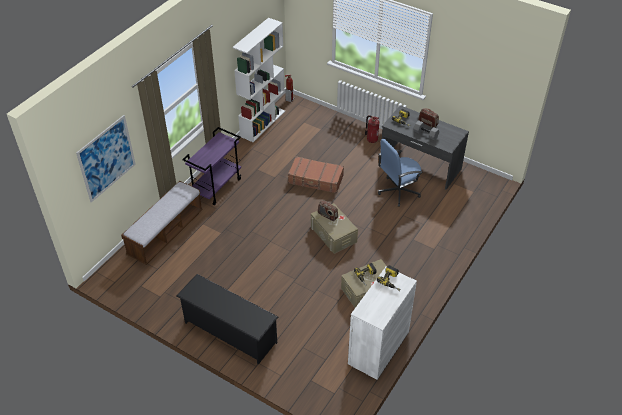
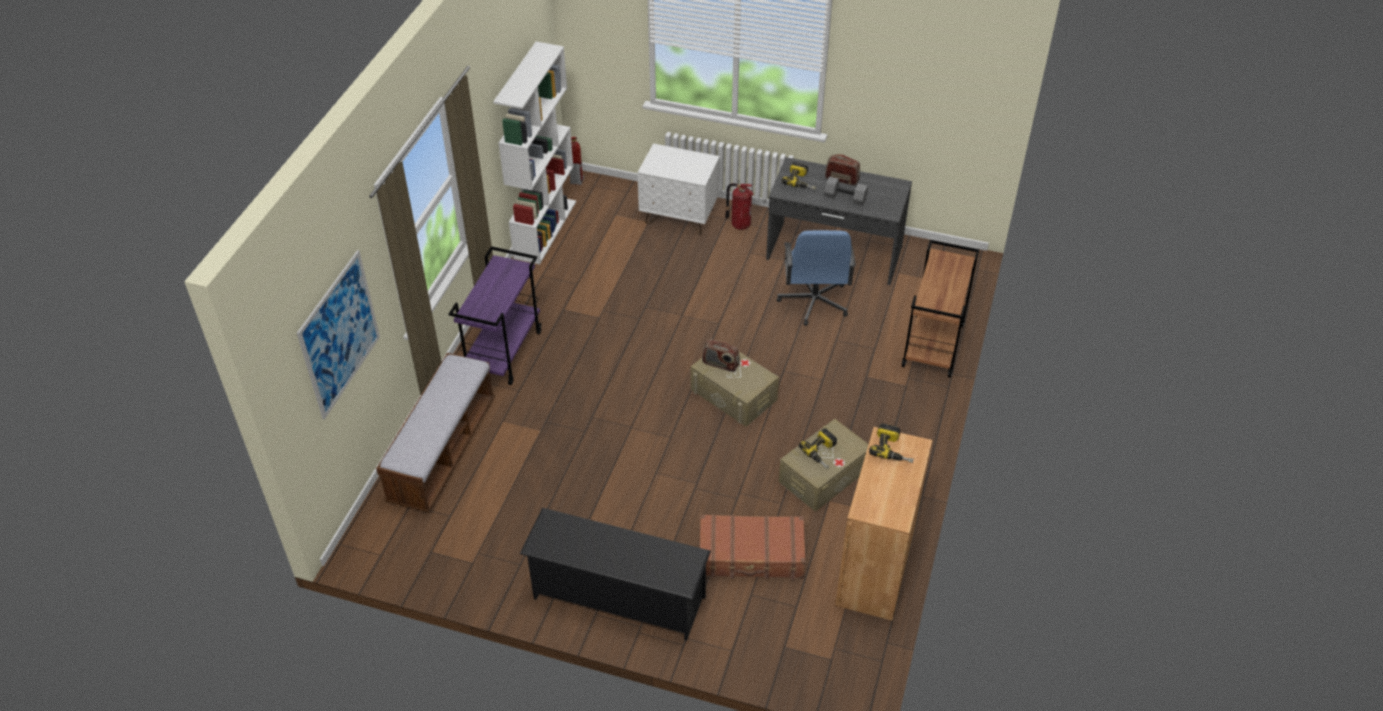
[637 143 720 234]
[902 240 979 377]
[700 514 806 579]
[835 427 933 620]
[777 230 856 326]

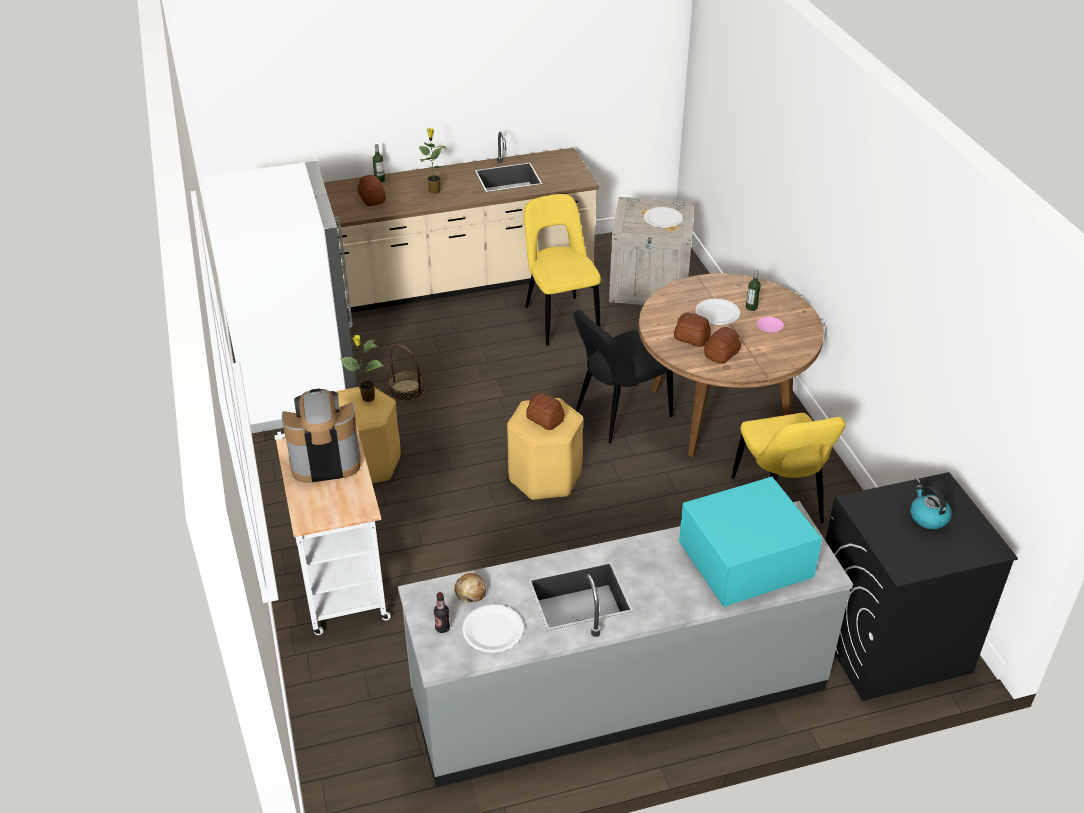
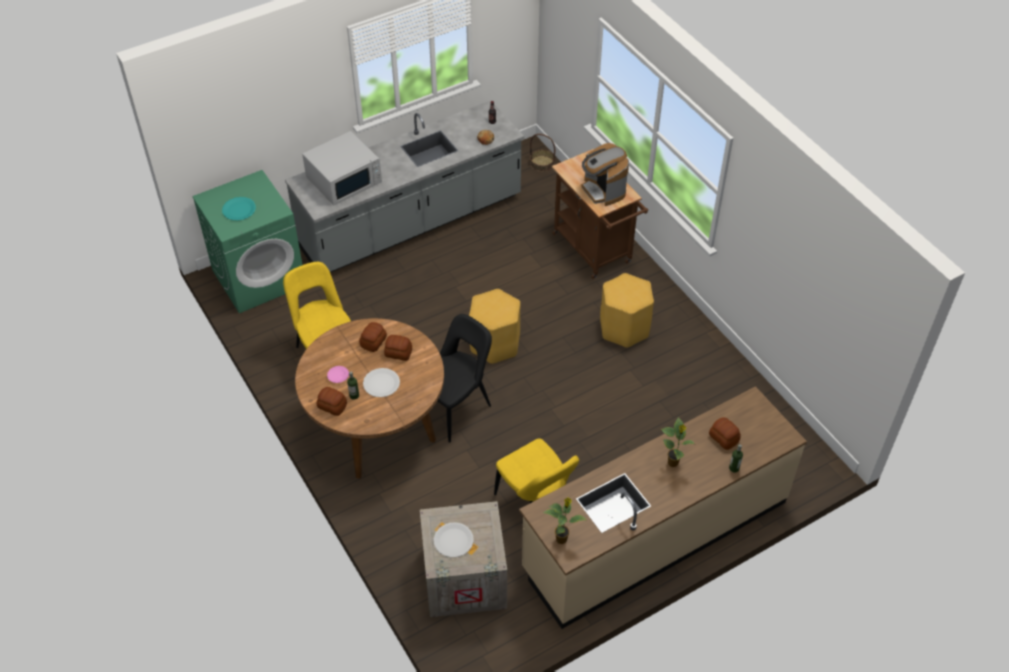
[201 161 357 433] (first image)
[462 604 524 653] (first image)
[543 497 587 544]
[530 134 555 172]
[317 387 347 416]
[222 197 256 221]
[552 149 648 279]
[302 131 382 205]
[192 170 302 313]
[581 143 629 206]

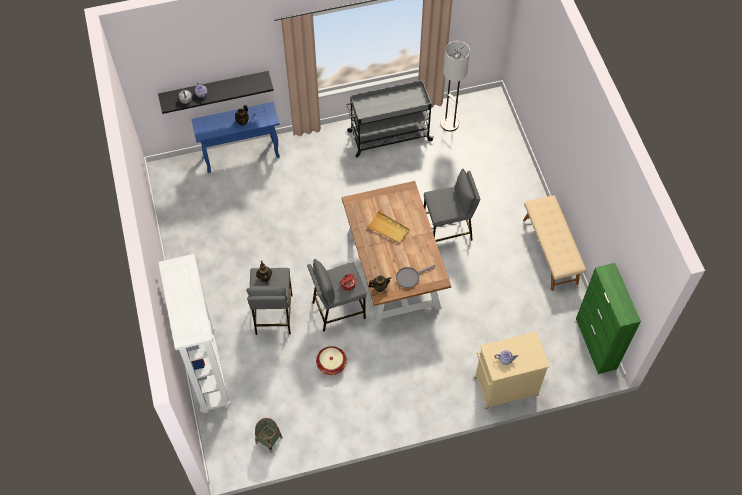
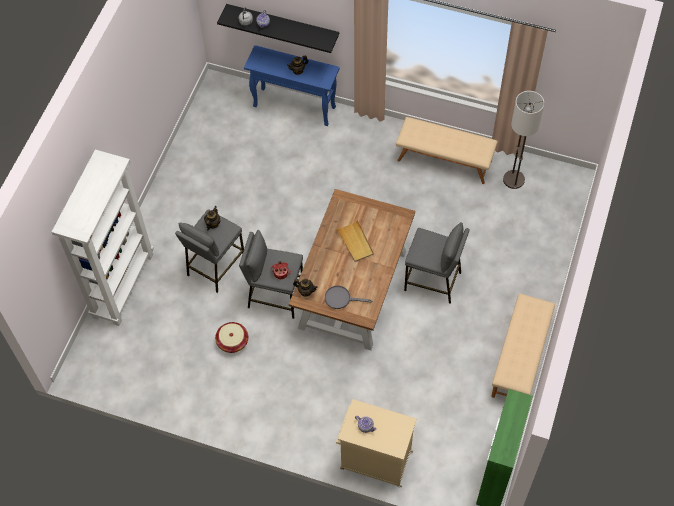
[255 418 283 453] (first image)
[396 117 498 184]

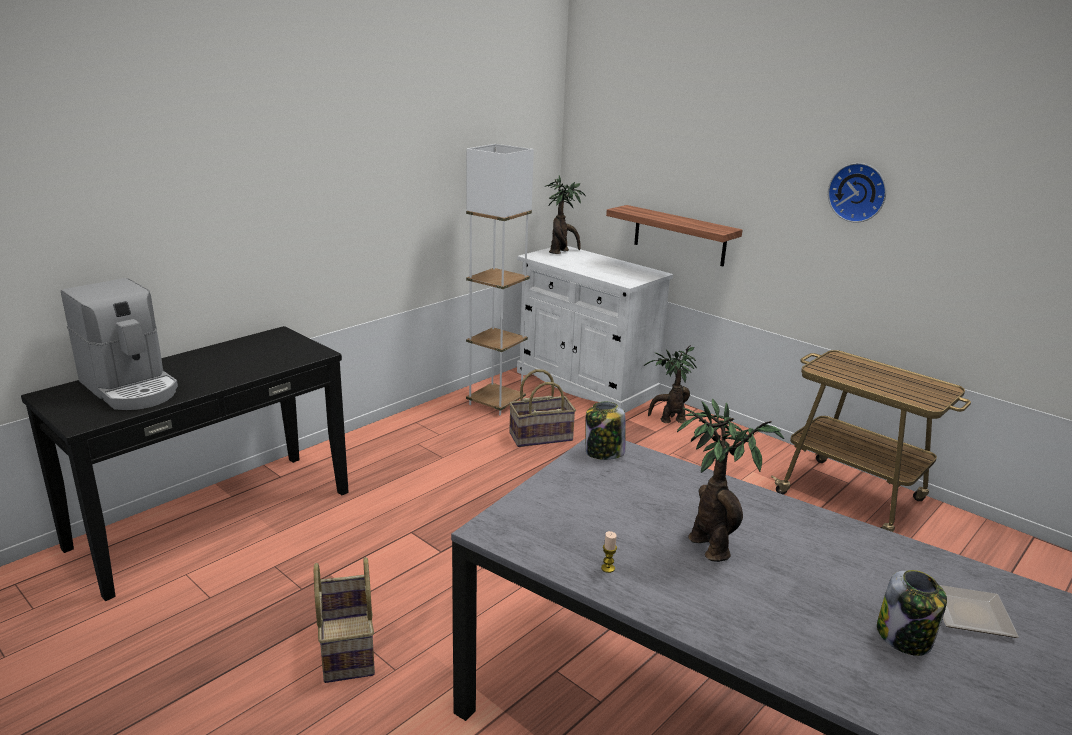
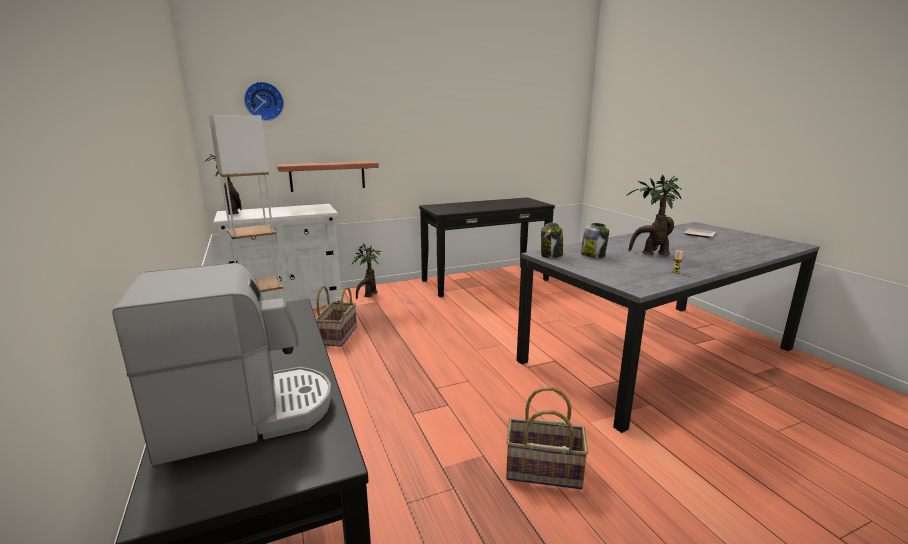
[244 82 284 121]
[580 223 609 258]
[419 197 555 297]

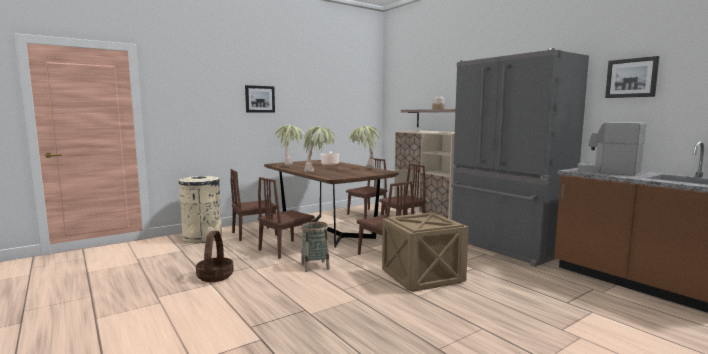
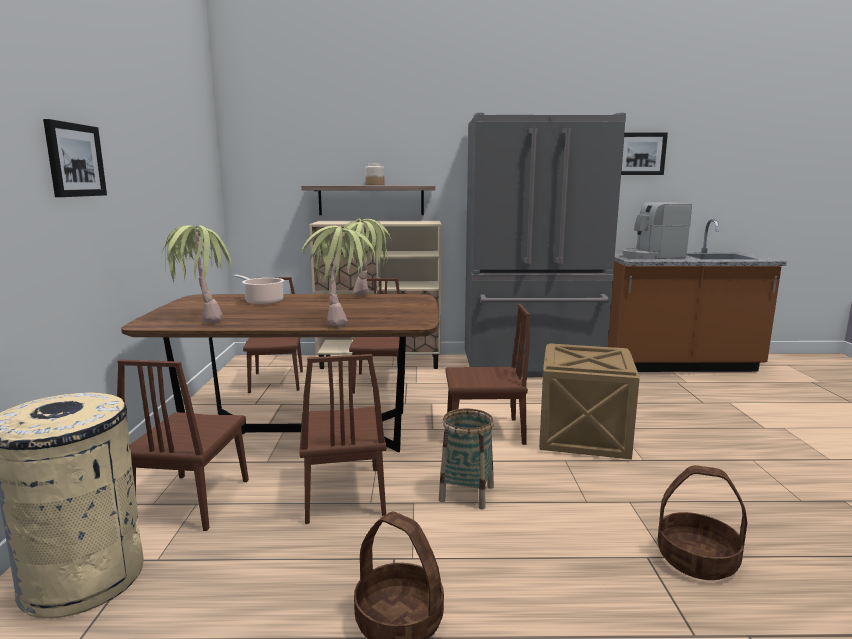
[657 465 747 580]

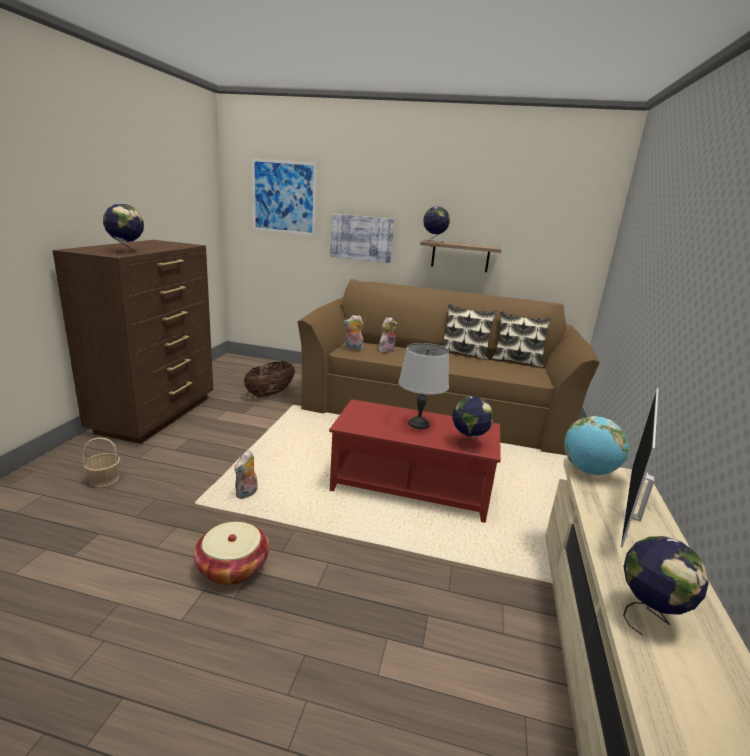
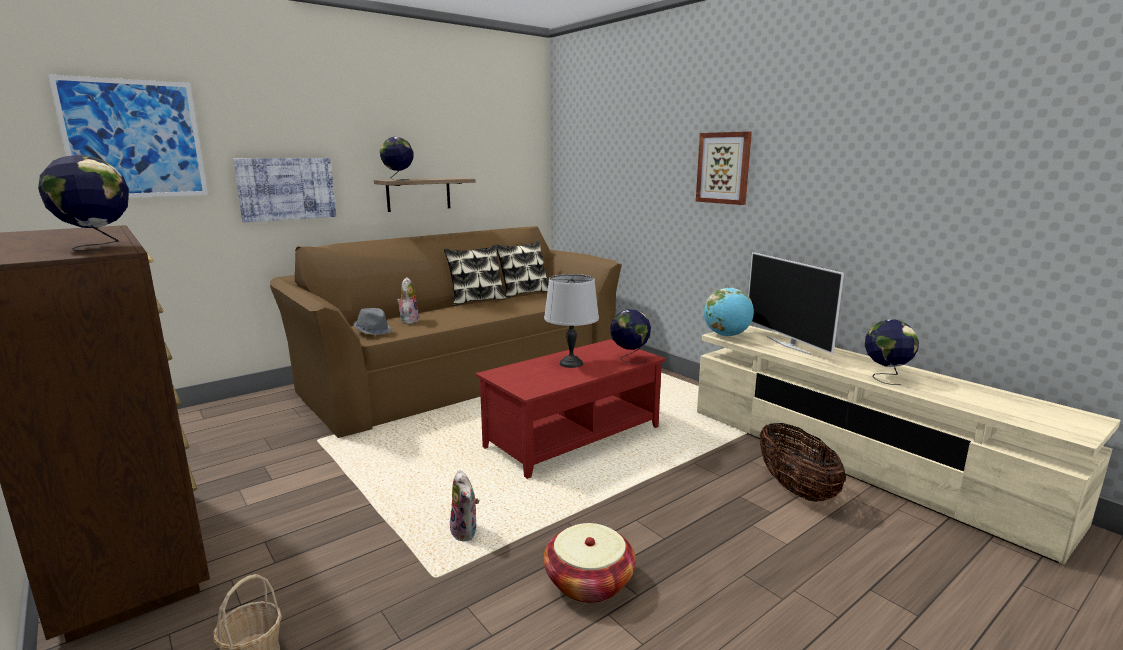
[696 132 752 205]
[760 423 846 502]
[353 308 392 335]

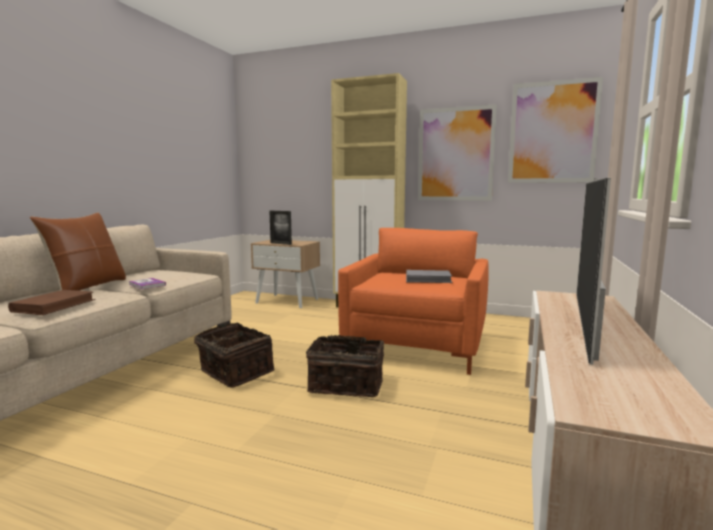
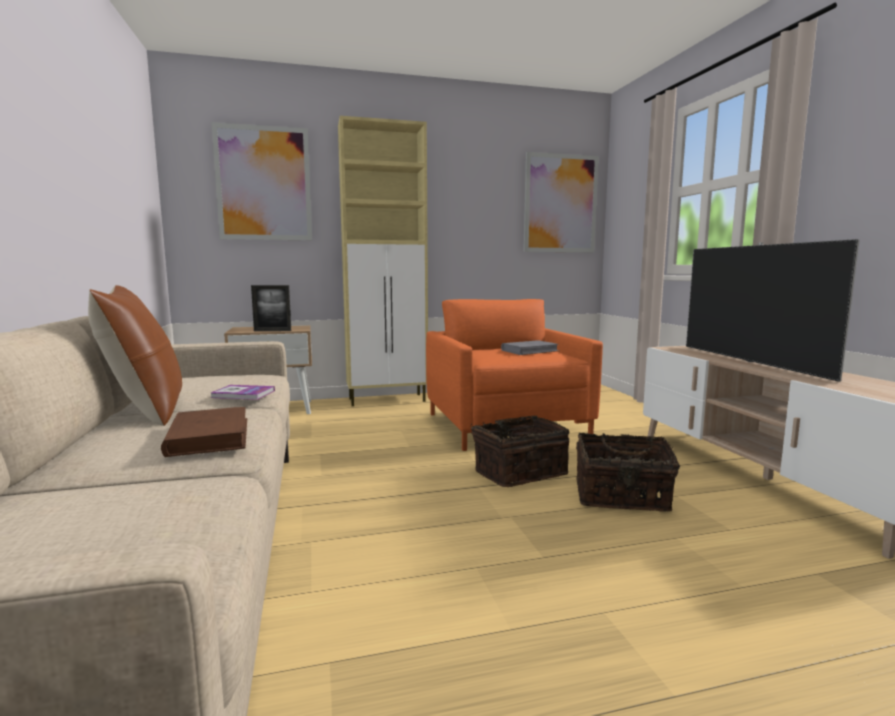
[576 432 680 512]
[211 122 312 240]

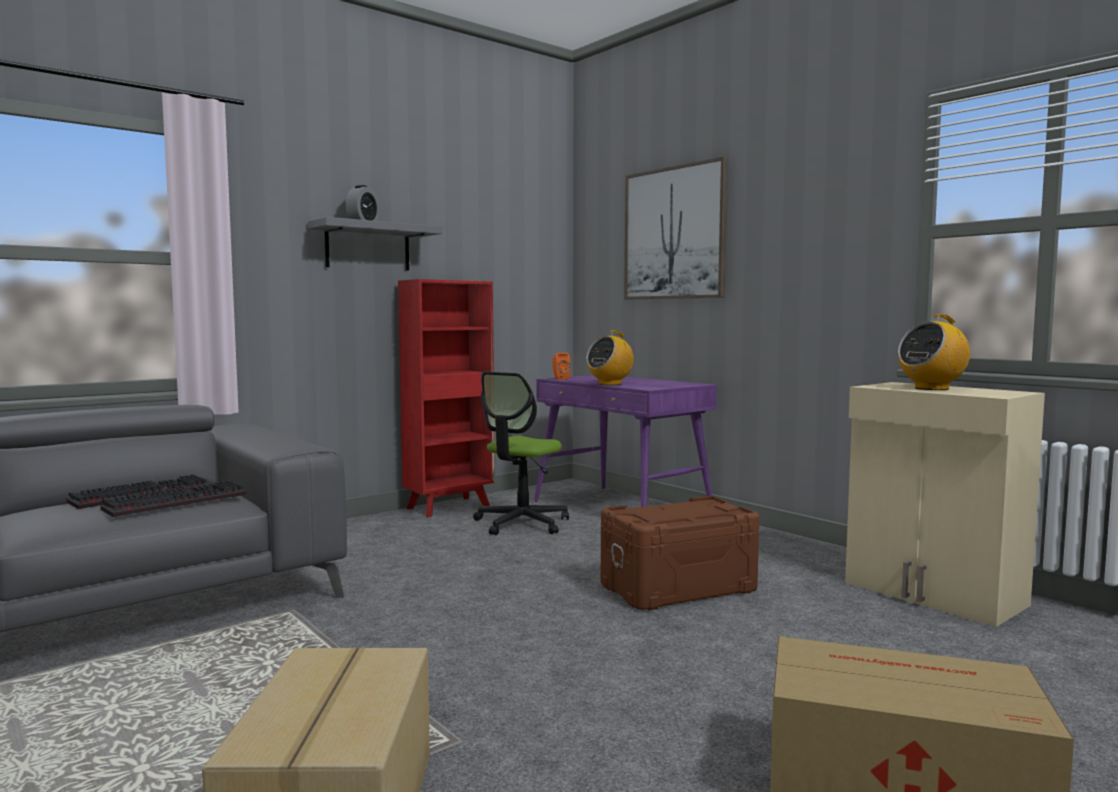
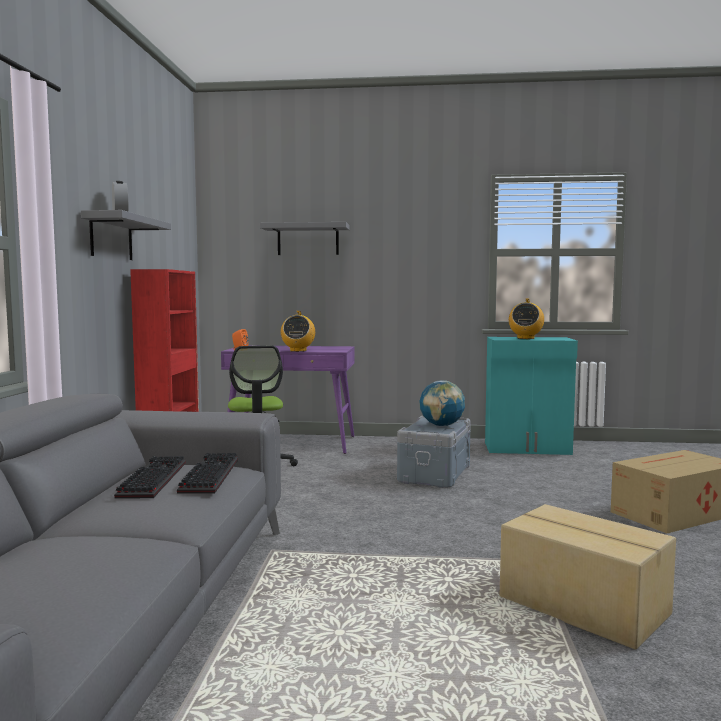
[420 380 465 426]
[260 222 350 255]
[397 415 471 488]
[485 337 578 455]

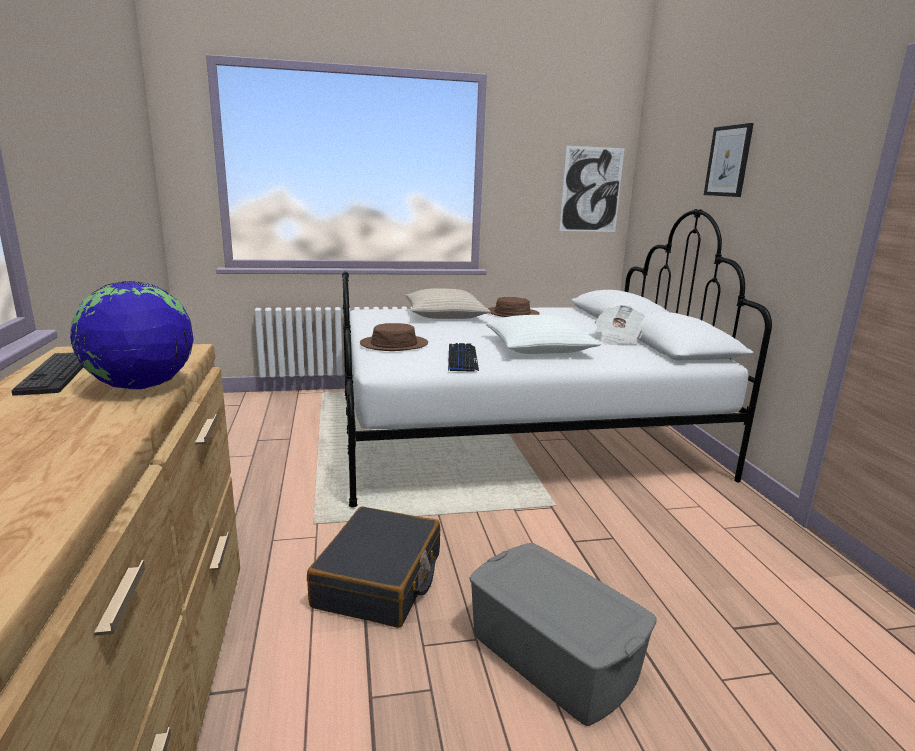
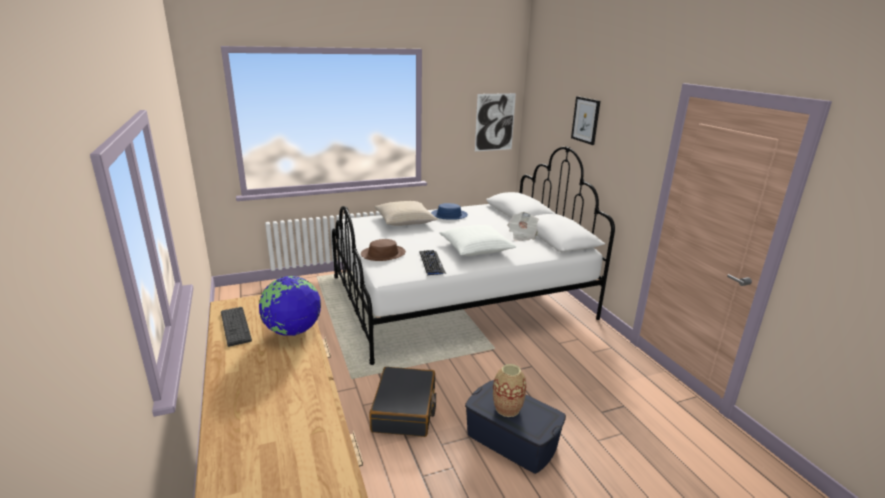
[493 364 526 417]
[465 380 566 474]
[431 203 468 220]

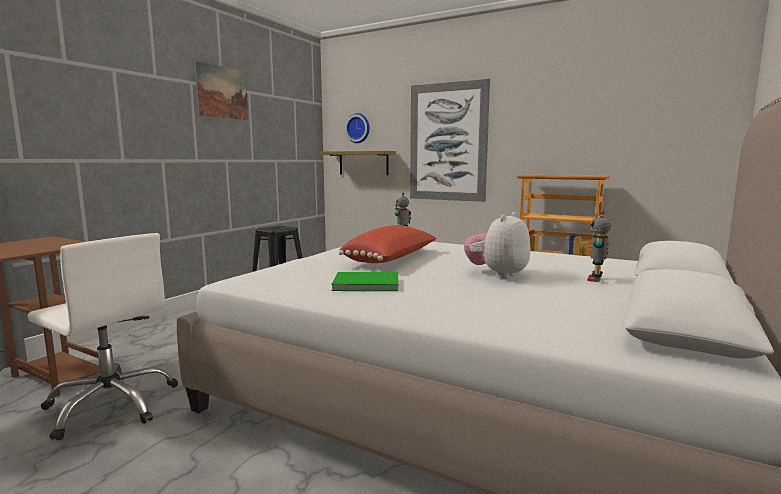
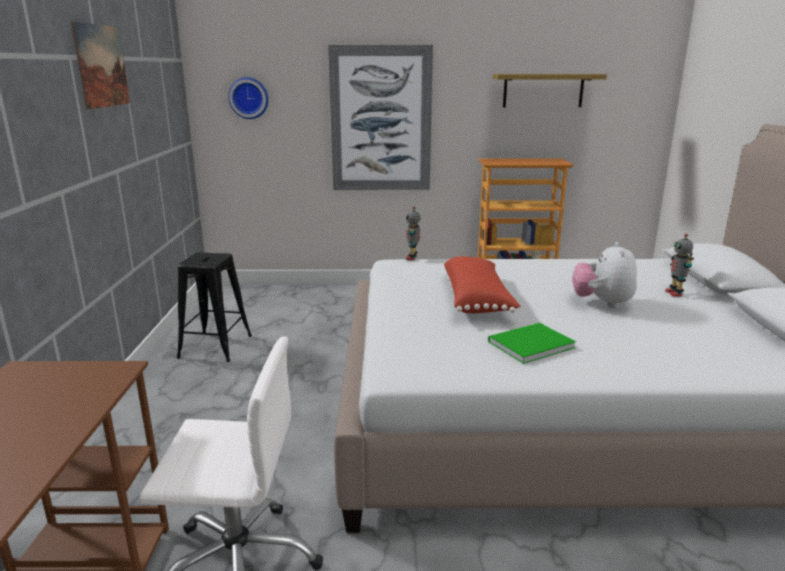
[493 74 607 107]

